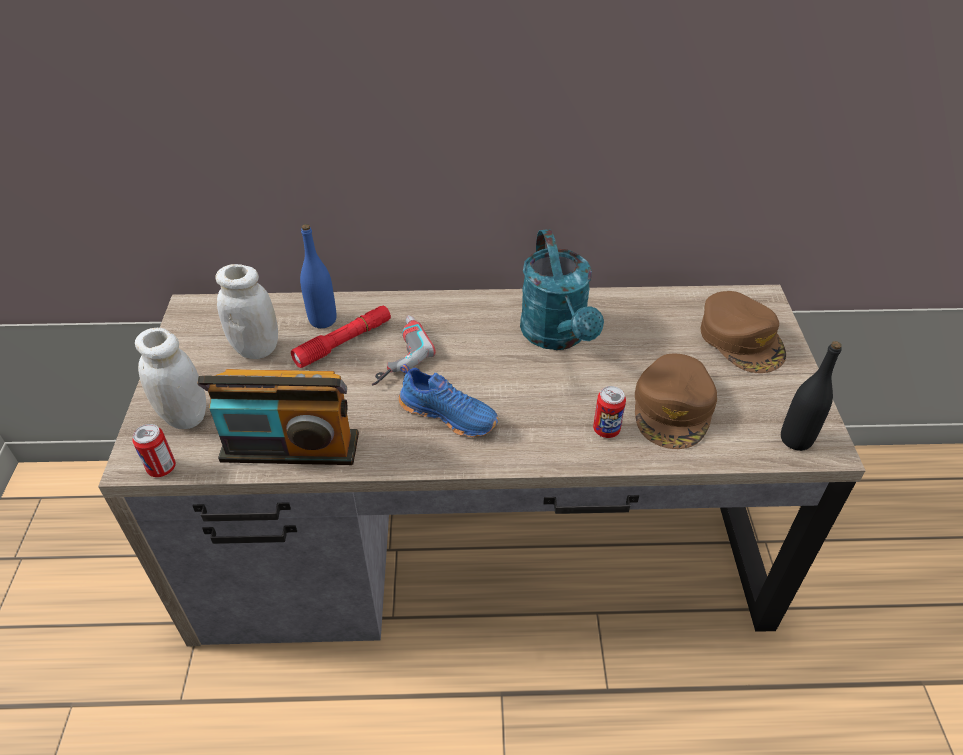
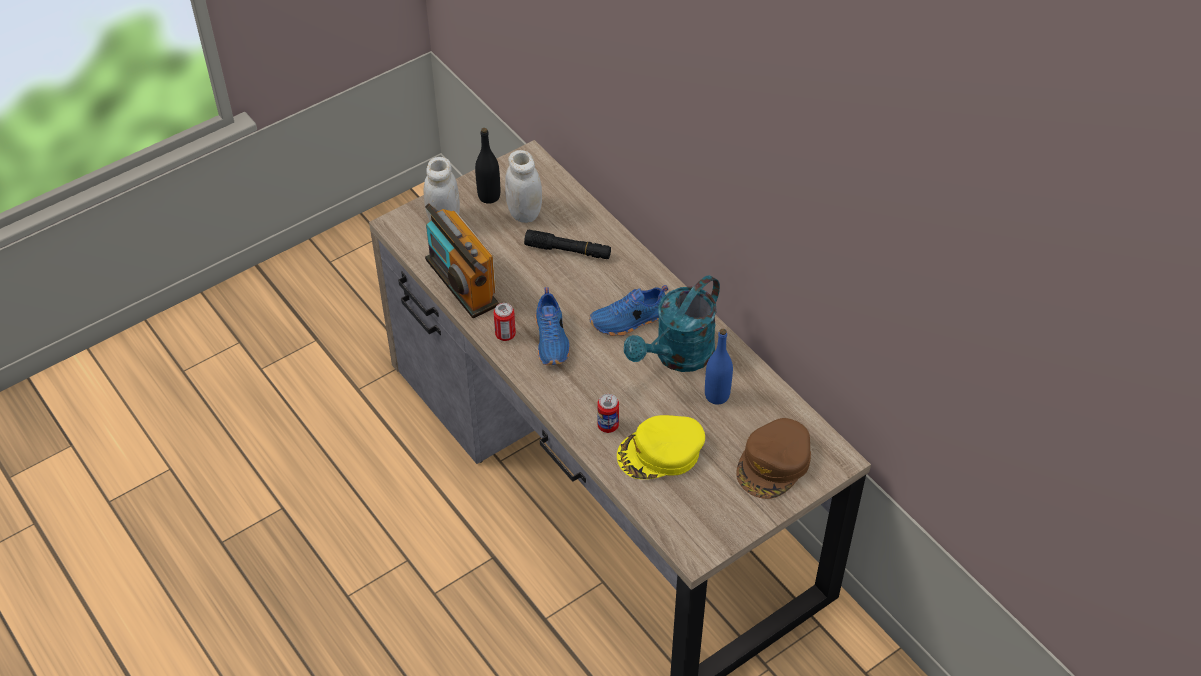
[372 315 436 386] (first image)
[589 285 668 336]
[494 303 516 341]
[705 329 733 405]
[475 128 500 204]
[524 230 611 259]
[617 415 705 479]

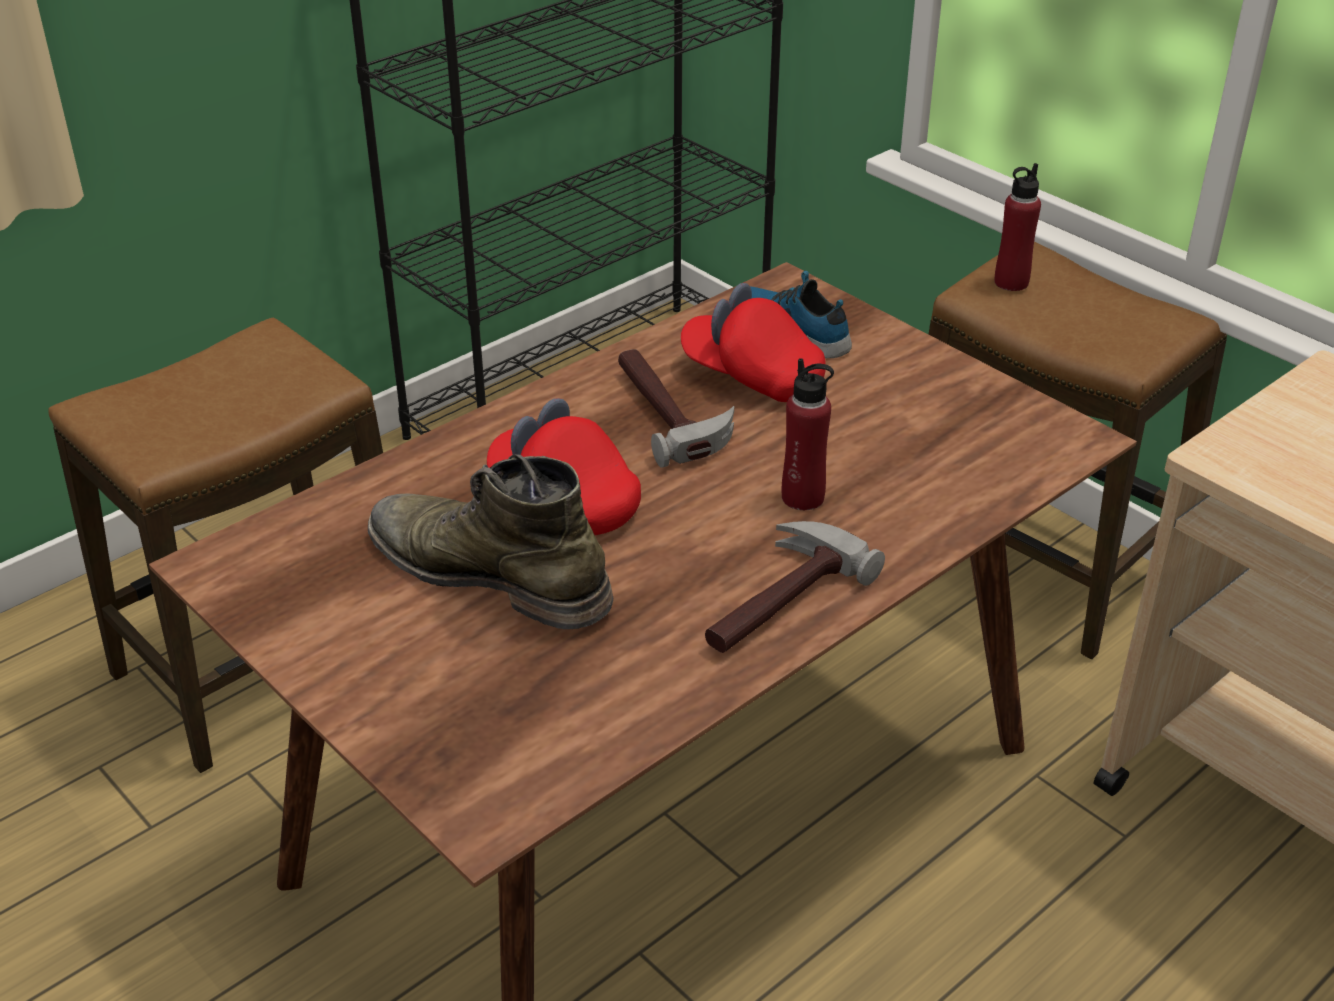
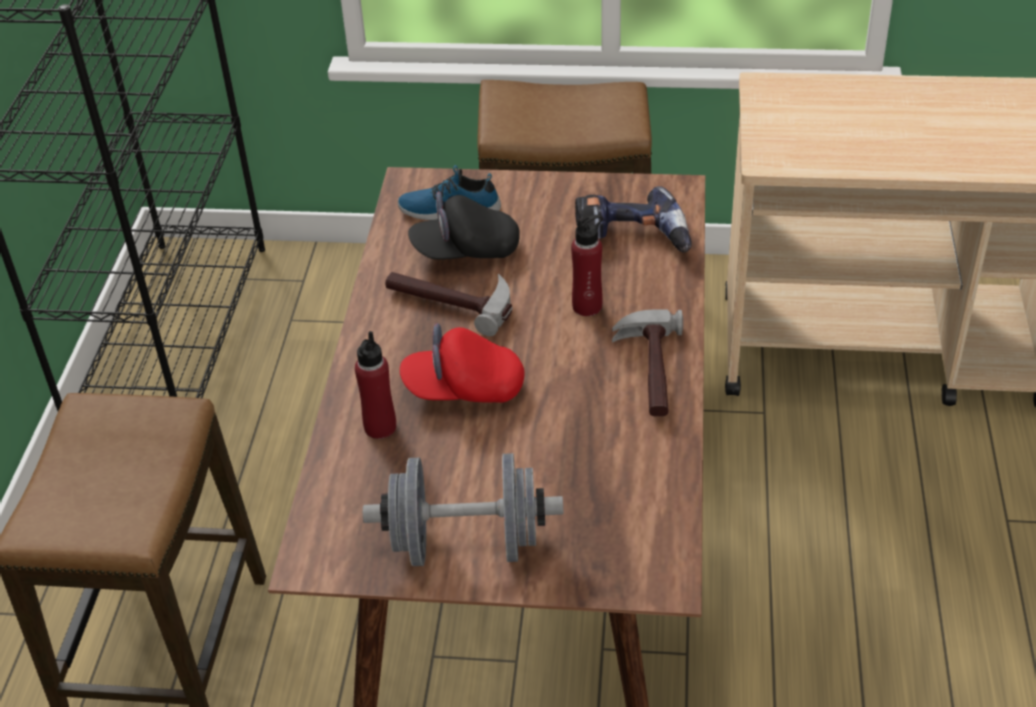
[368 454 613 629] (first image)
[363 453 563 566]
[575 186 692 252]
[355 331 396 439]
[408 192 520 260]

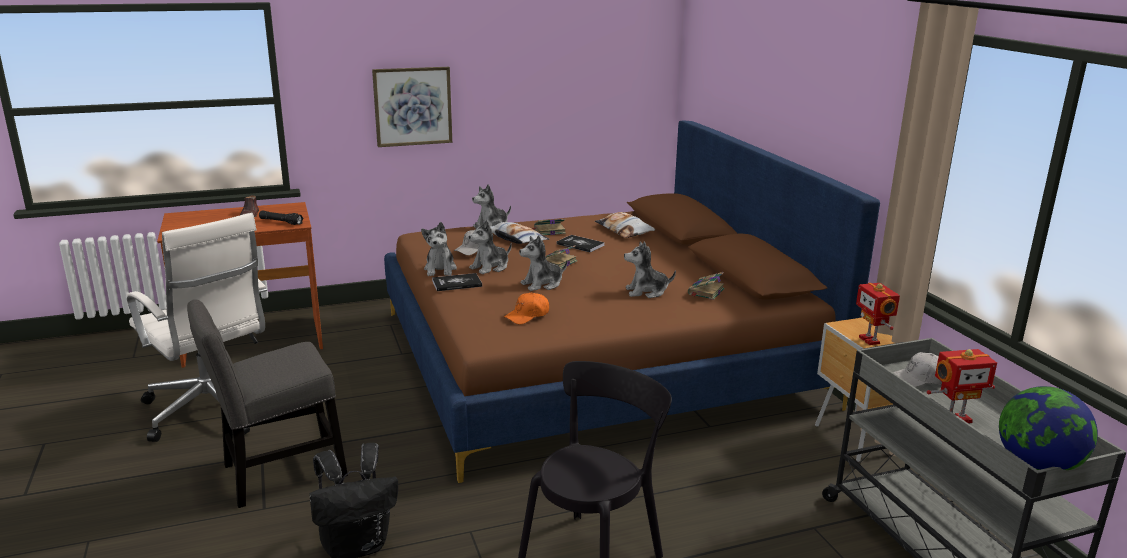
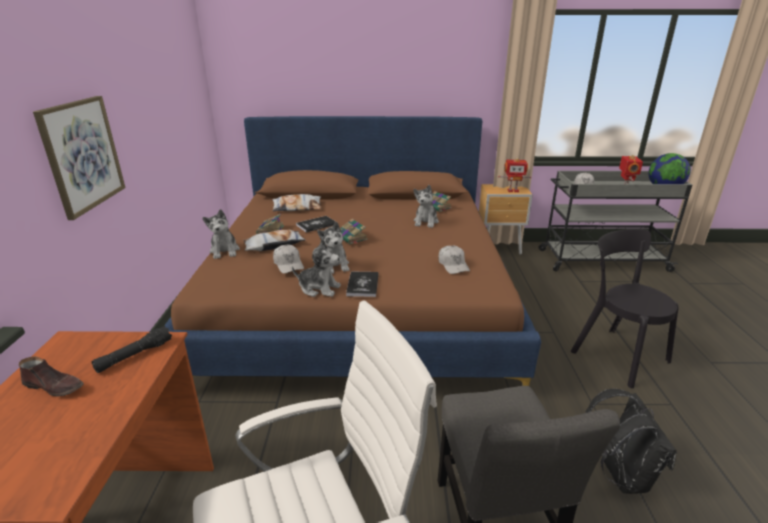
[519 235 568 291] (first image)
[438 246 470 274]

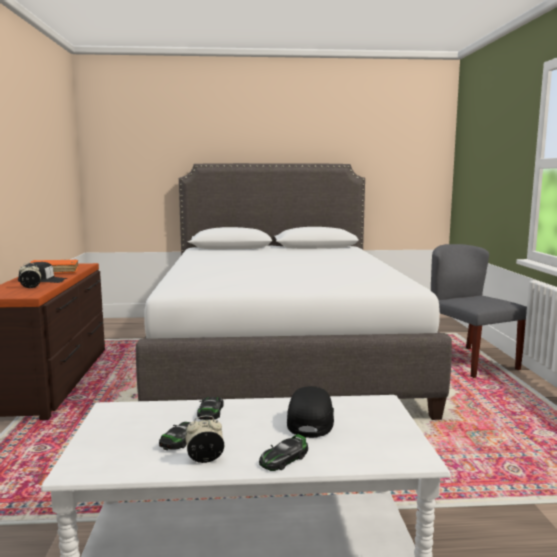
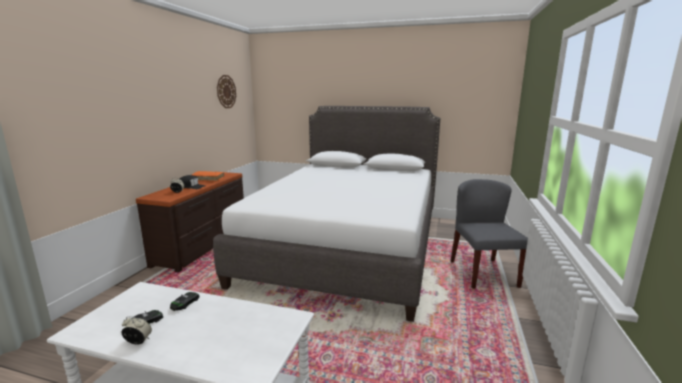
[259 434 308 471] (first image)
[287 386 334 438] (first image)
[217 75 236 108]

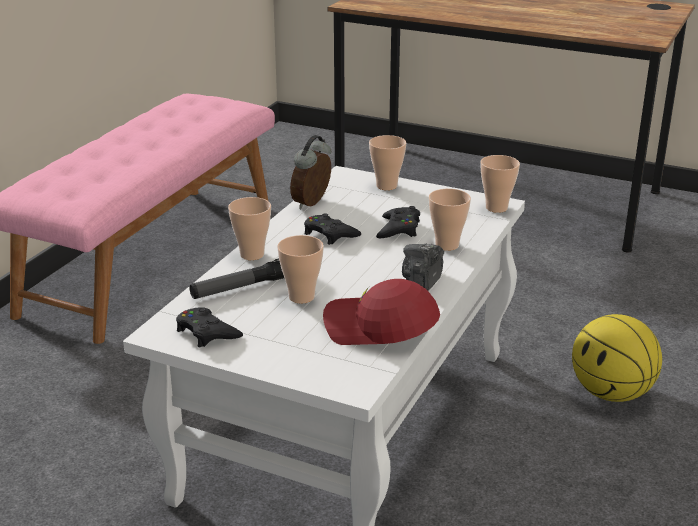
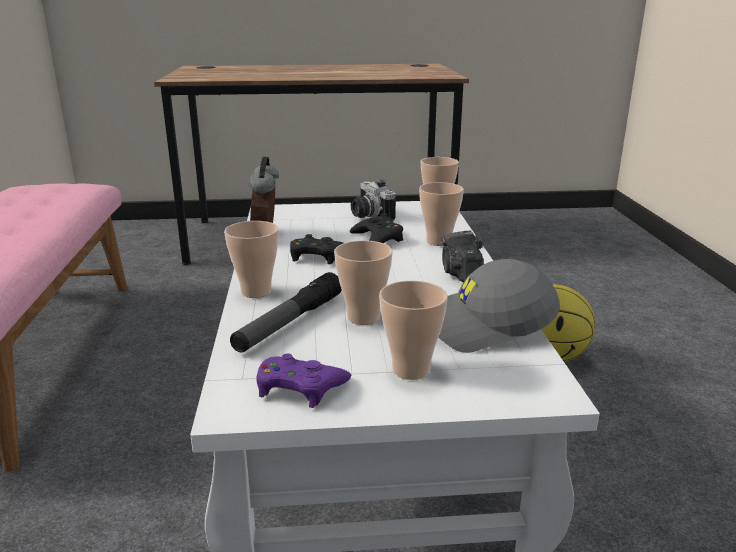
[351 179 396 221]
[379 280 448 380]
[256 353 351 408]
[438 259 560 353]

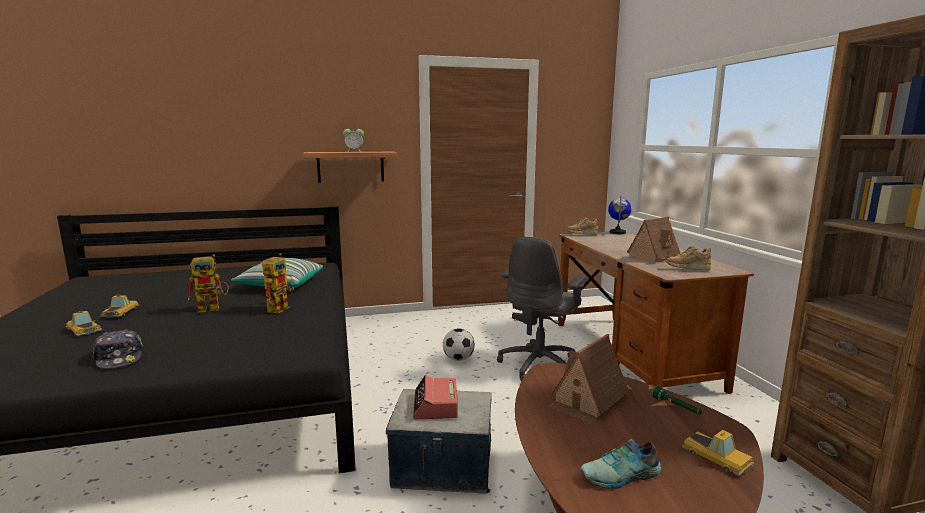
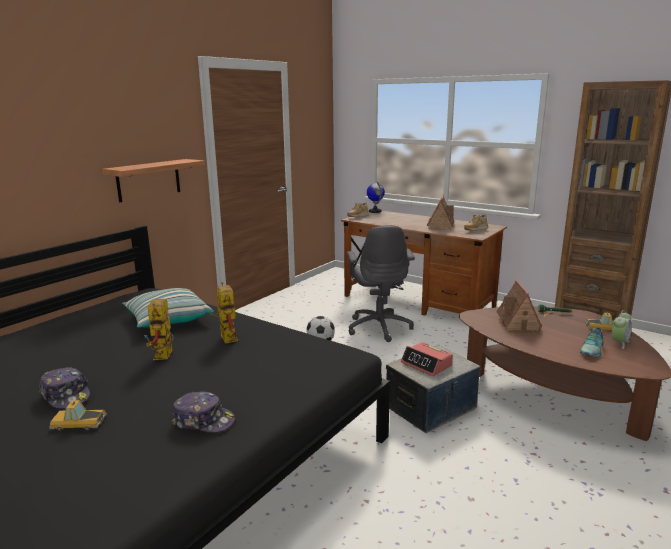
[612 310 632 349]
[39 367 90 409]
[144 299 174 360]

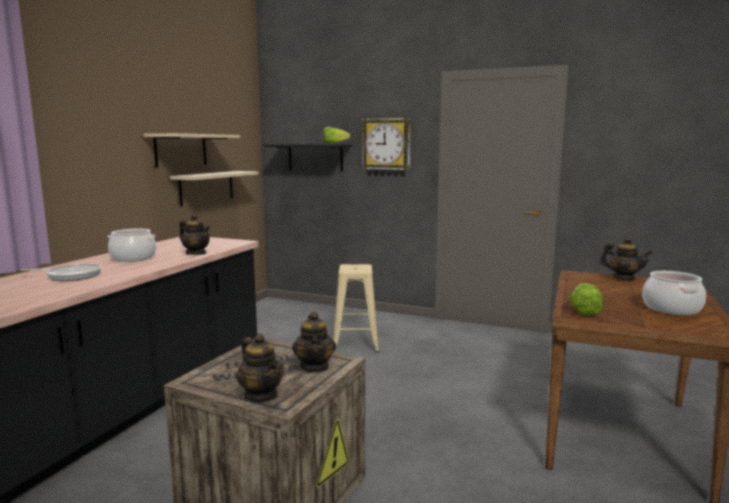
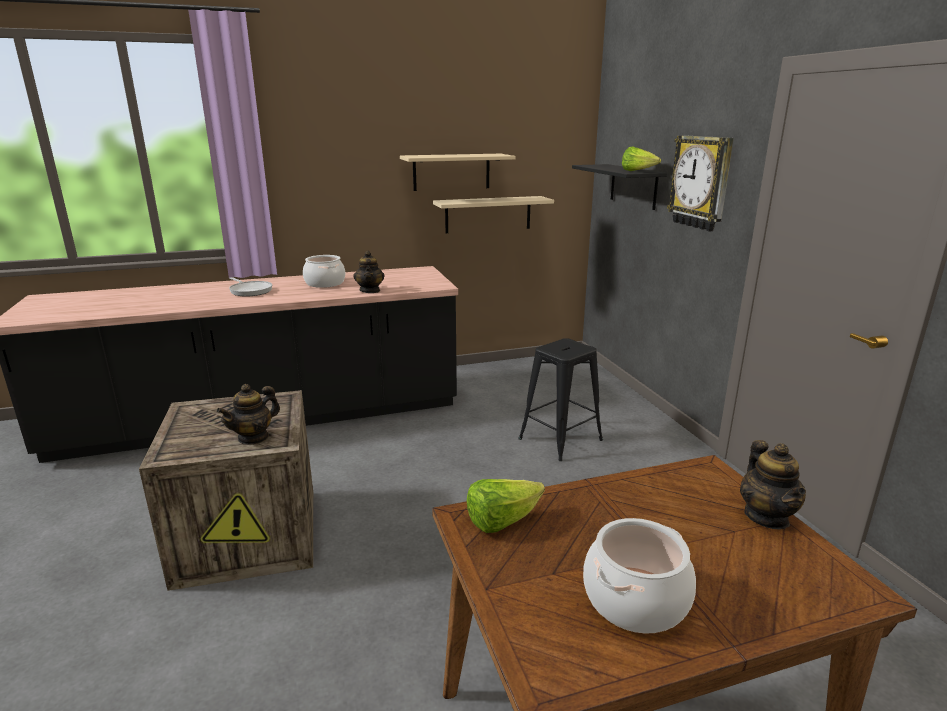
[236 334 284 402] (first image)
[518 338 603 461]

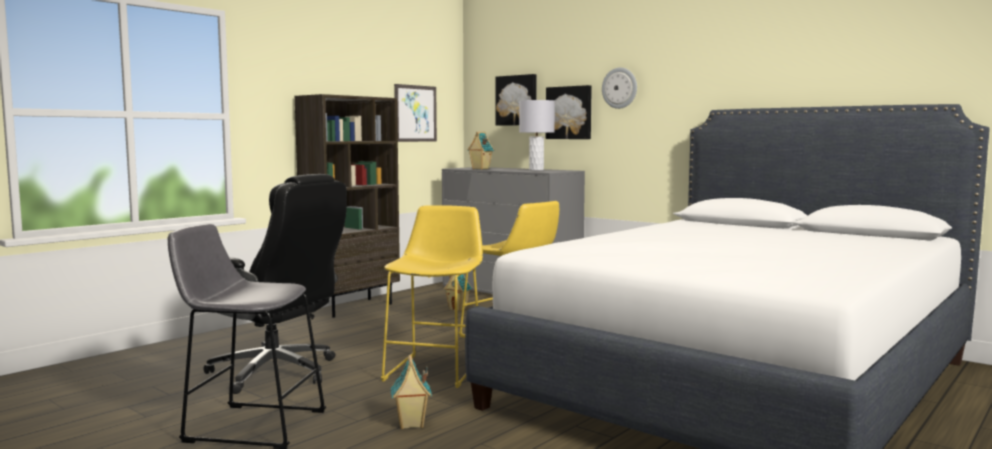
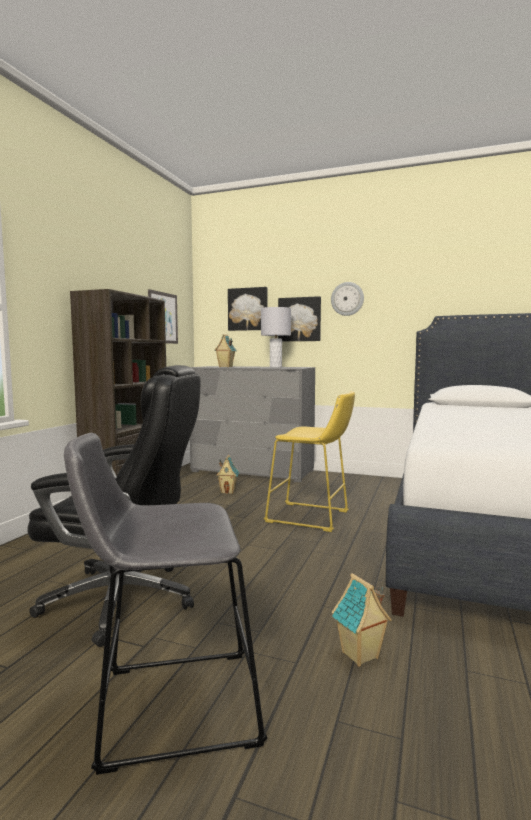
[381 205 483 388] (first image)

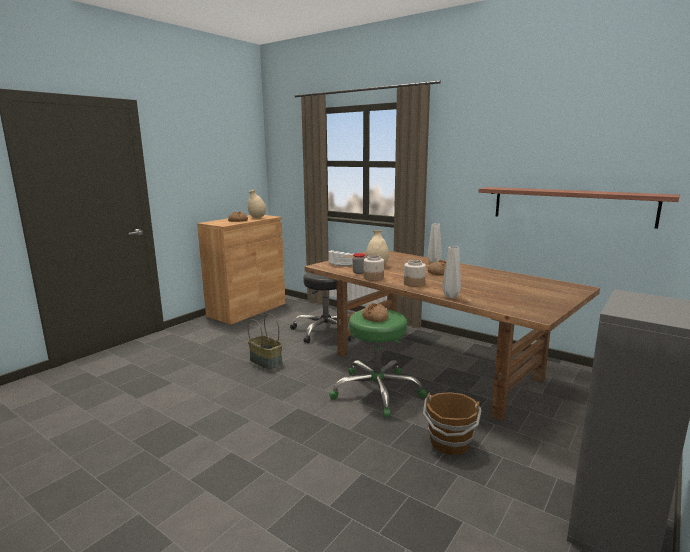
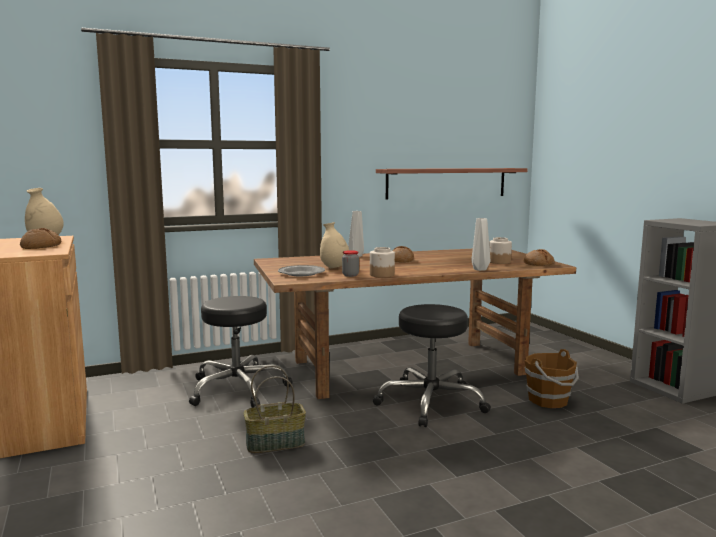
[523 249 554 266]
[489 237 512 264]
[373 304 491 427]

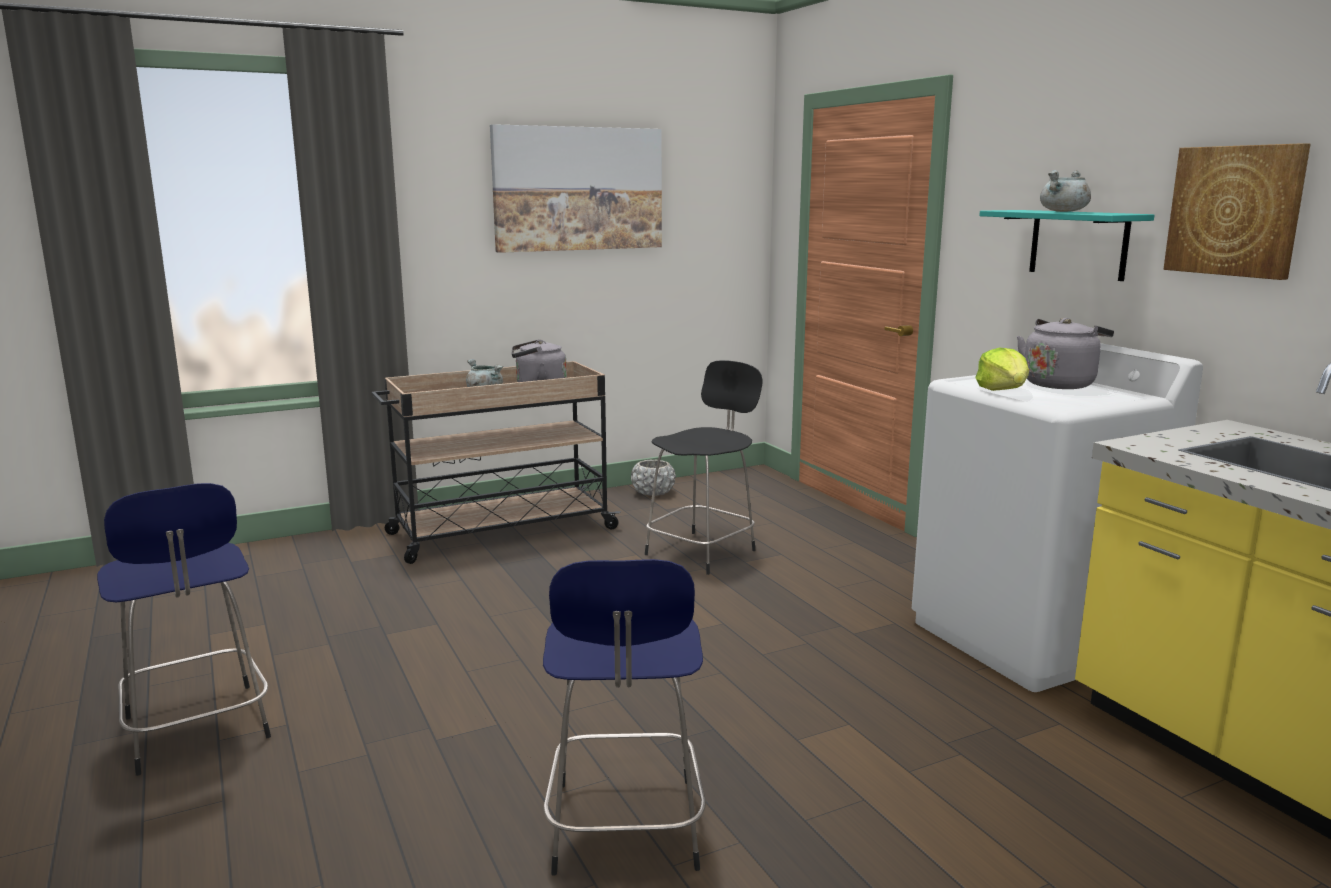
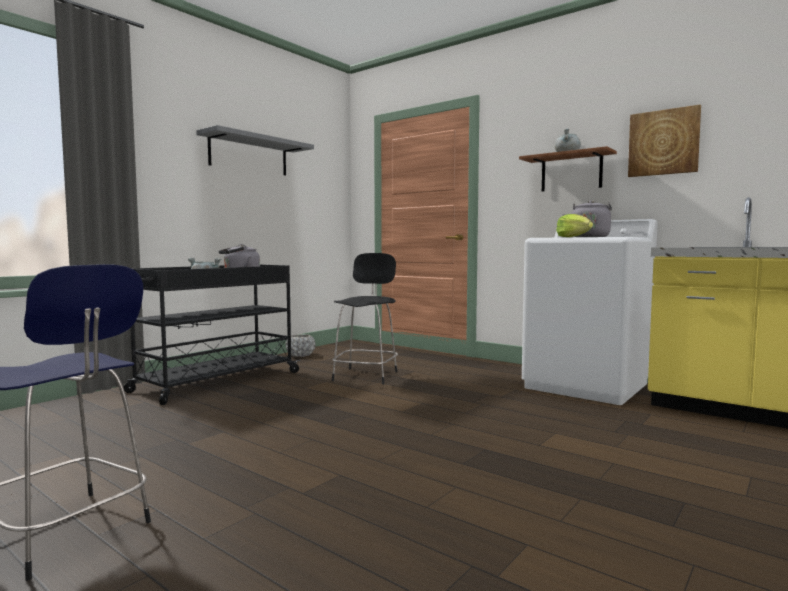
[543 559 706 876] (first image)
[196 125 314 176]
[124 265 301 405]
[519 146 617 192]

